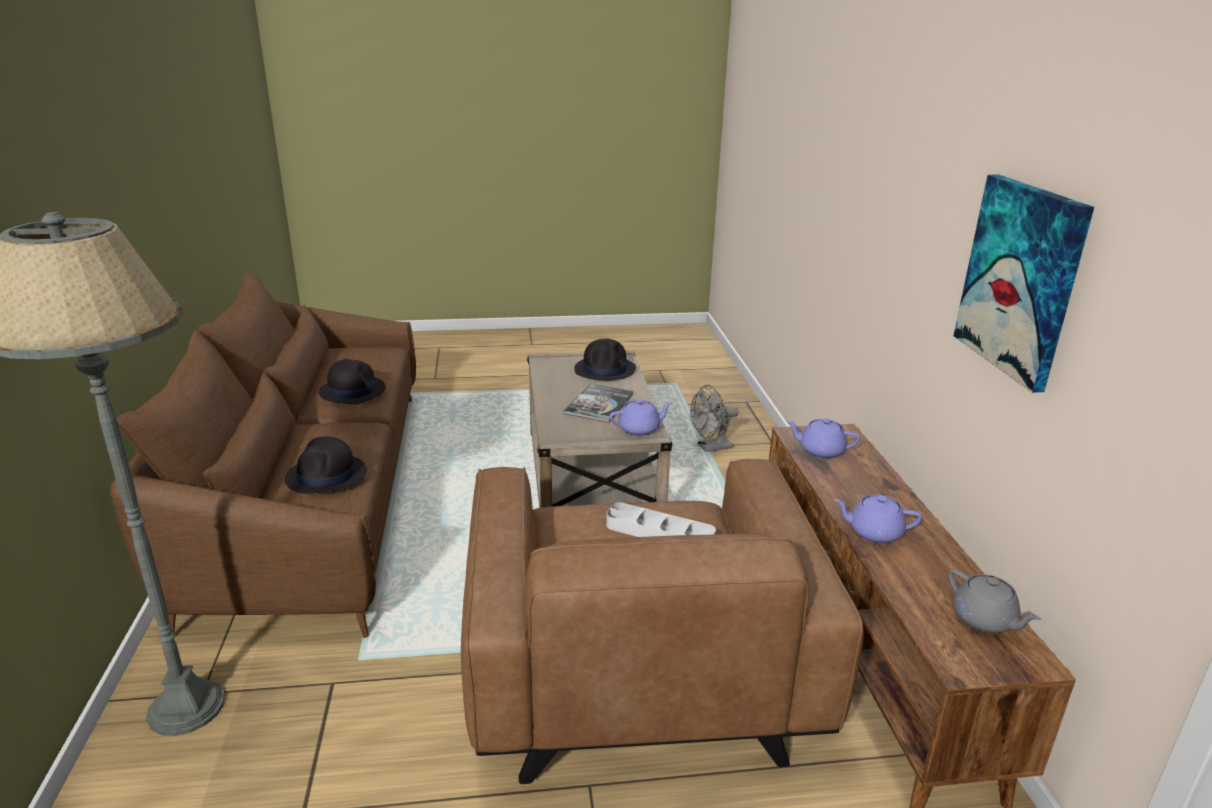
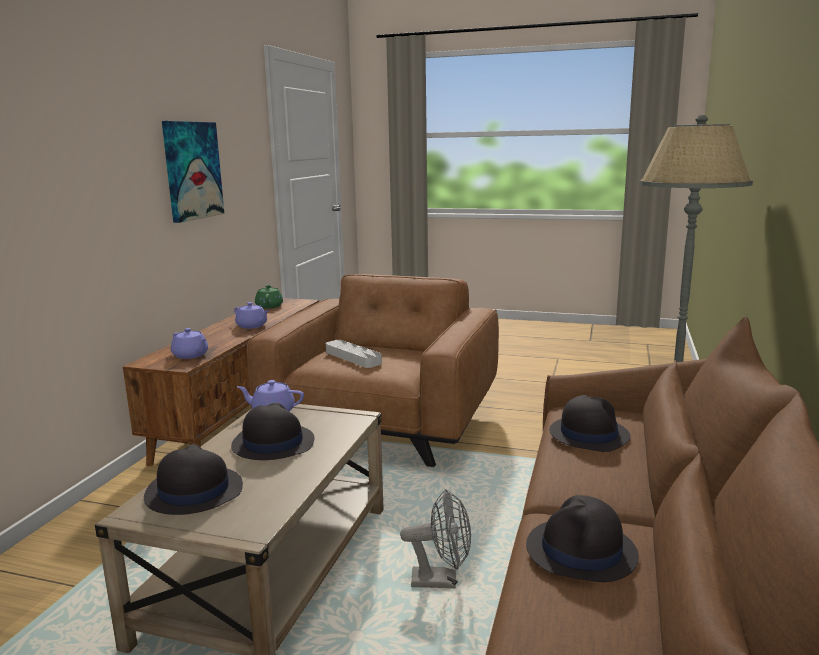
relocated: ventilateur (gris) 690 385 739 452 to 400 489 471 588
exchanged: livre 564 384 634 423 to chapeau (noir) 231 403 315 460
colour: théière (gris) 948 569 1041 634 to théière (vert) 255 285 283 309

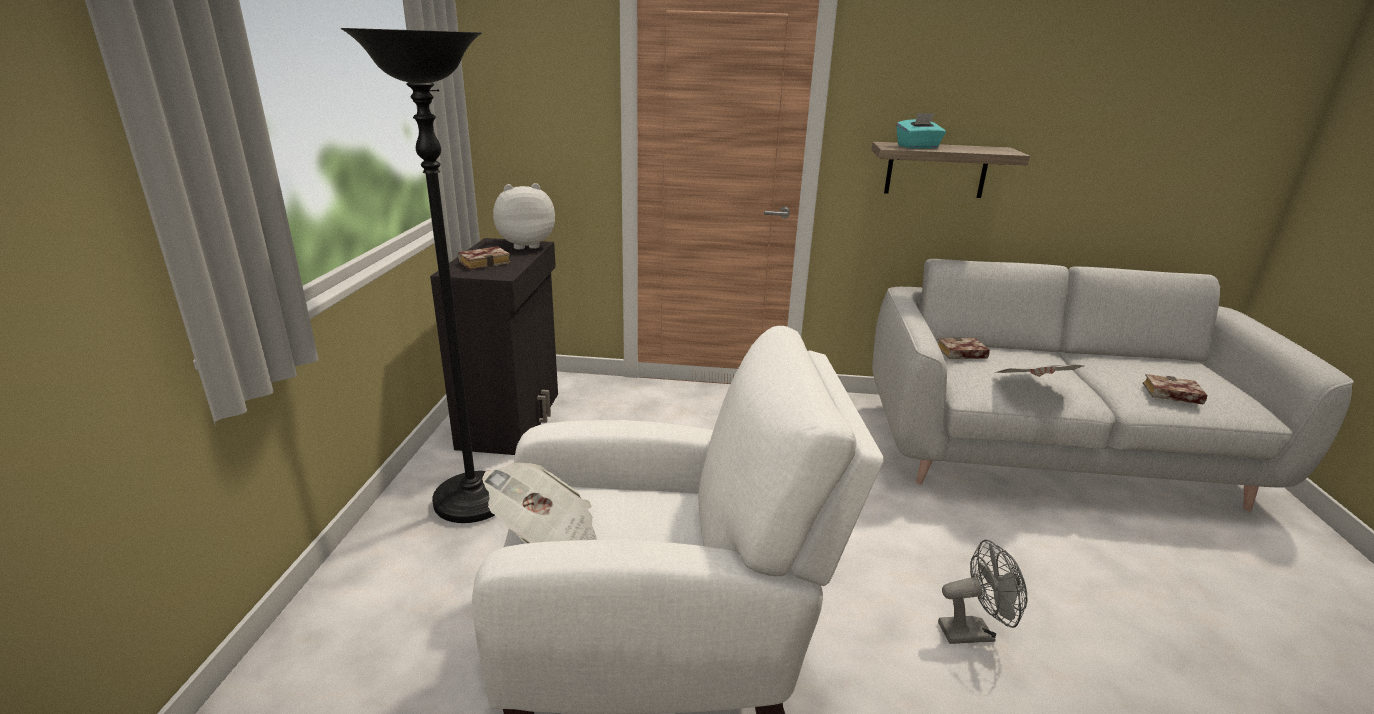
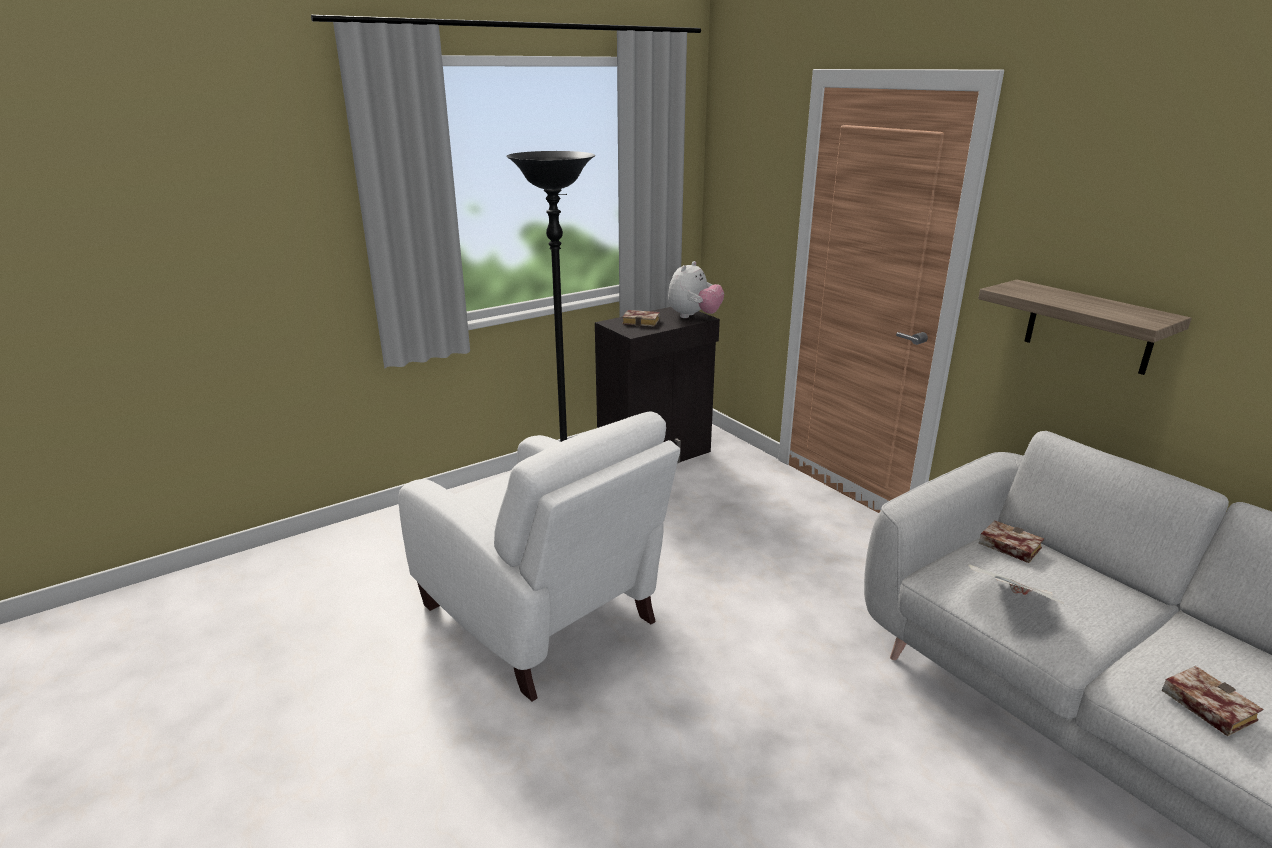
missing: journal 482 463 597 543; boîte à mouchoirs (turquoise) 896 113 946 149; ventilateur (gris) 938 539 1027 644
spun: peluche 493 183 555 249 = 668 261 724 318 90 degrees clockwise

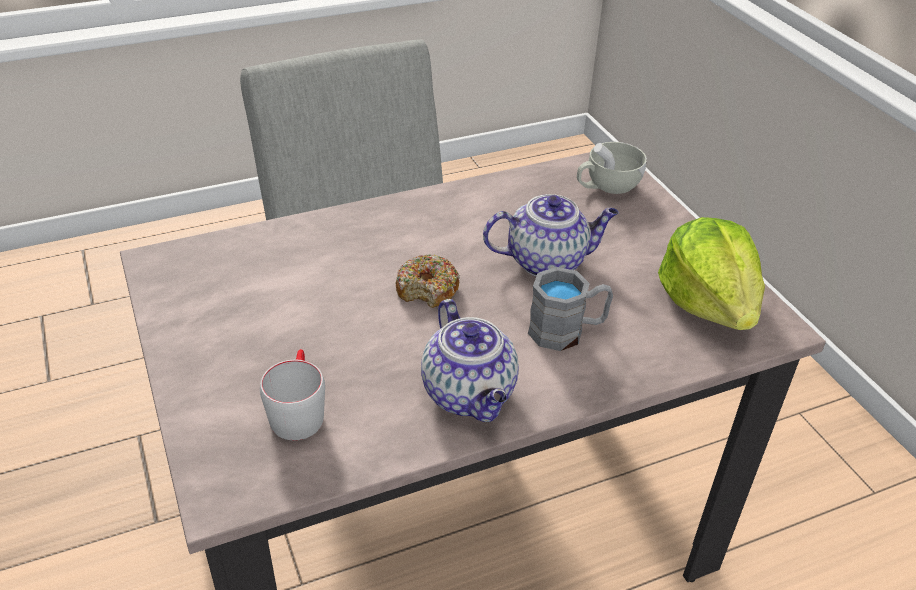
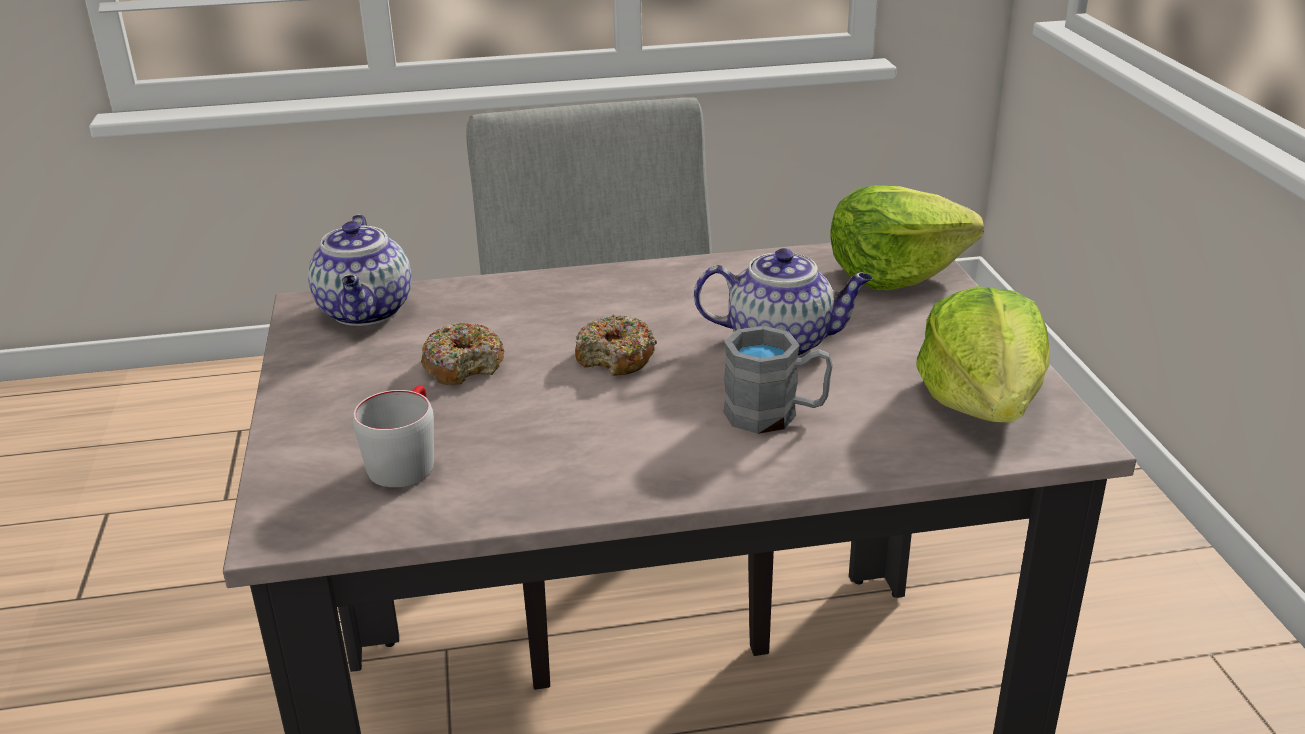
appeared: beignet 421 323 505 385
relocated: théière 421 299 519 422 to 308 214 412 326
exchanged: tasse (blanc) 577 142 647 194 to laitue 830 186 984 290

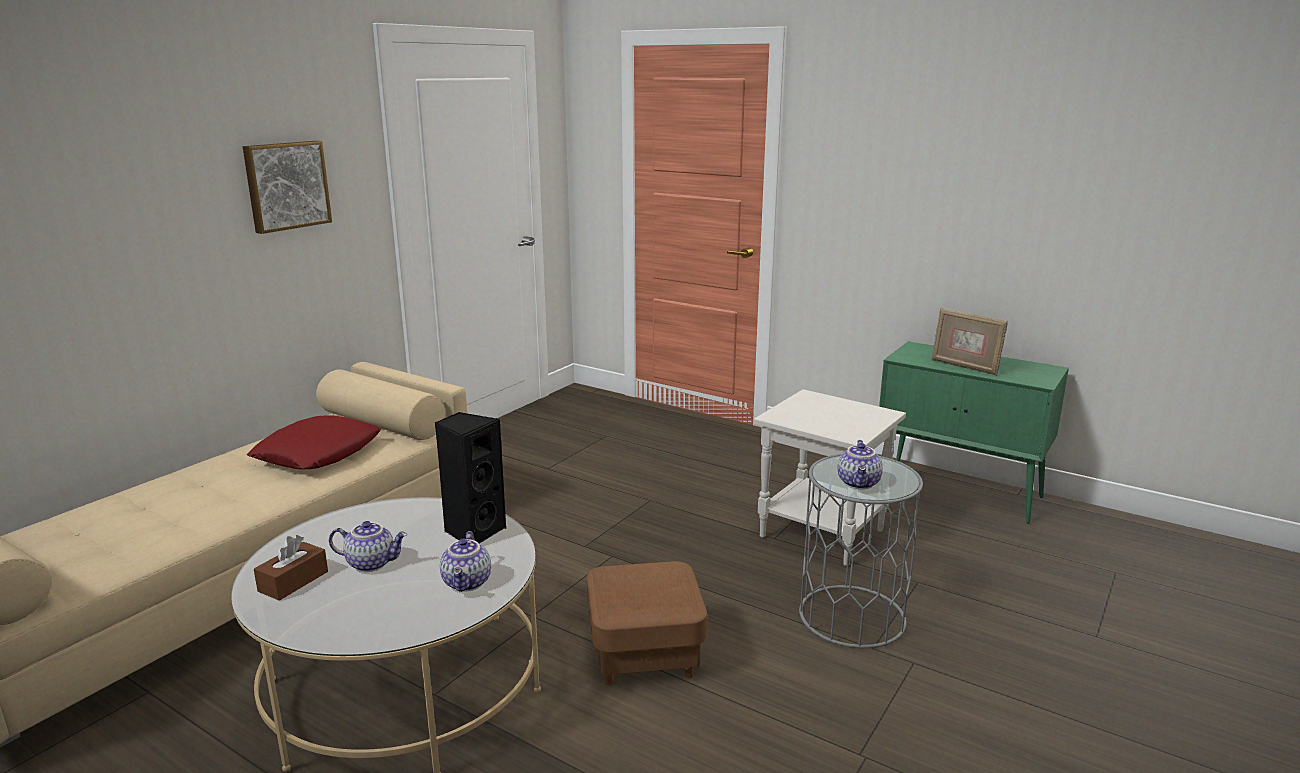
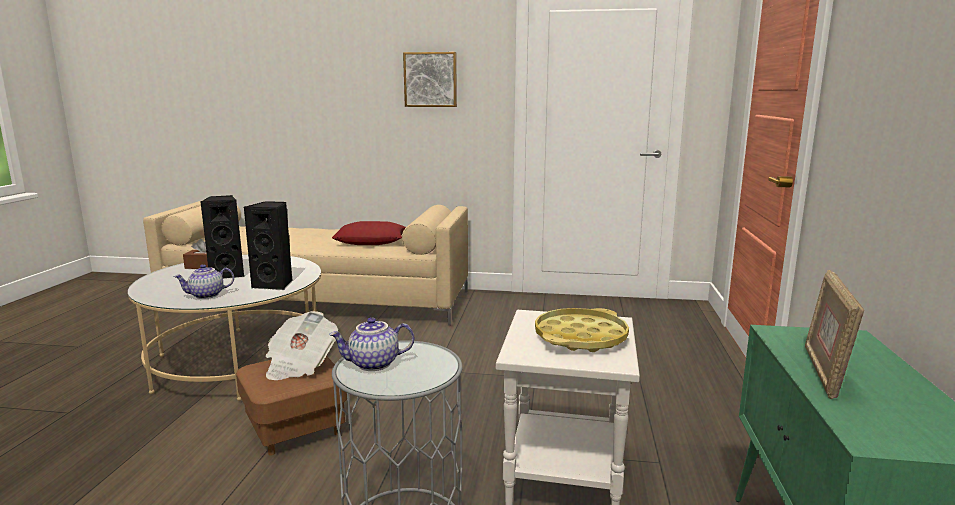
appeared: journal 265 311 338 380; plateau (jaune) 535 308 629 352
exchanged: théière 329 521 407 572 to enceinte (noir) 200 195 244 278

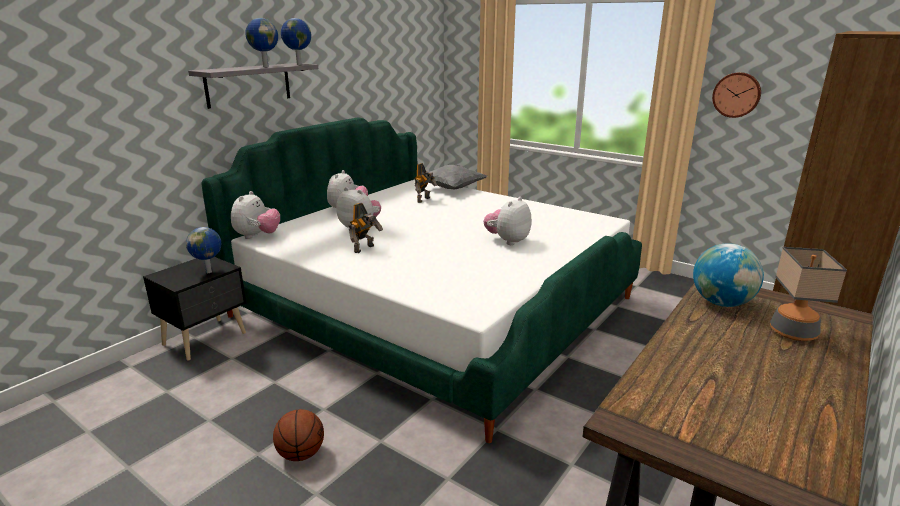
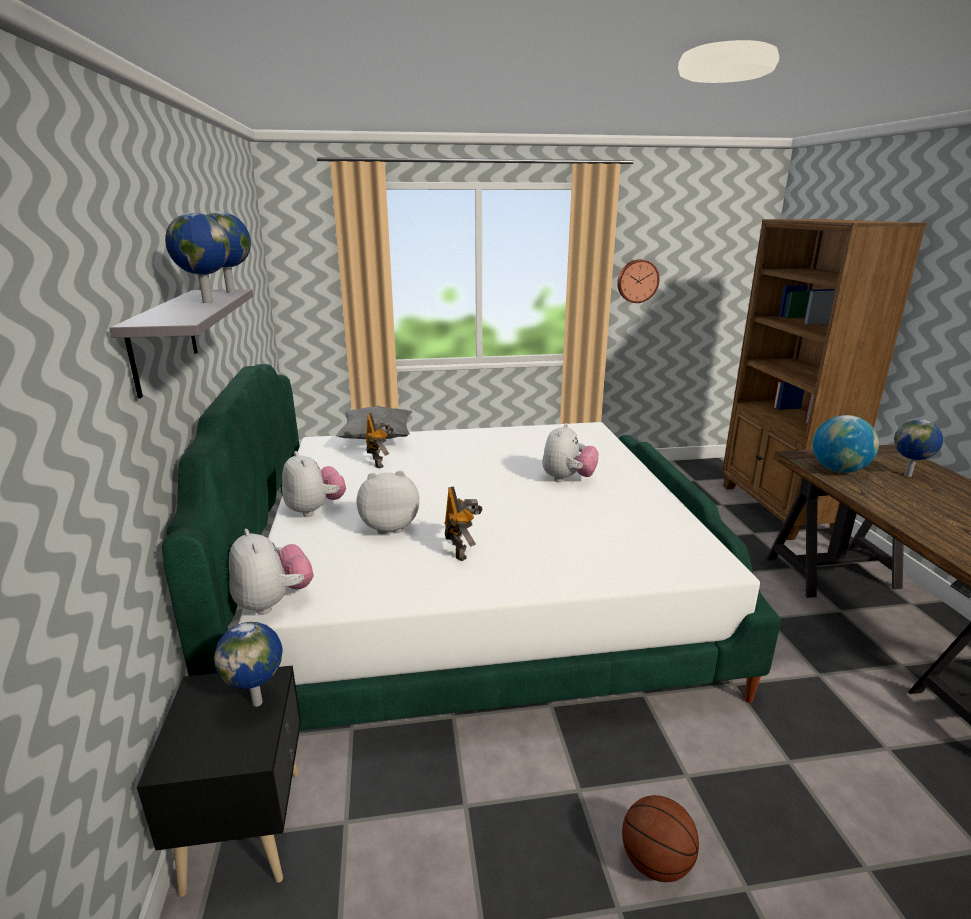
exchanged: lampe de table 770 247 847 341 to globe 894 420 943 477
spun: peluche 484 197 532 245 = 542 423 599 482 150 degrees counterclockwise

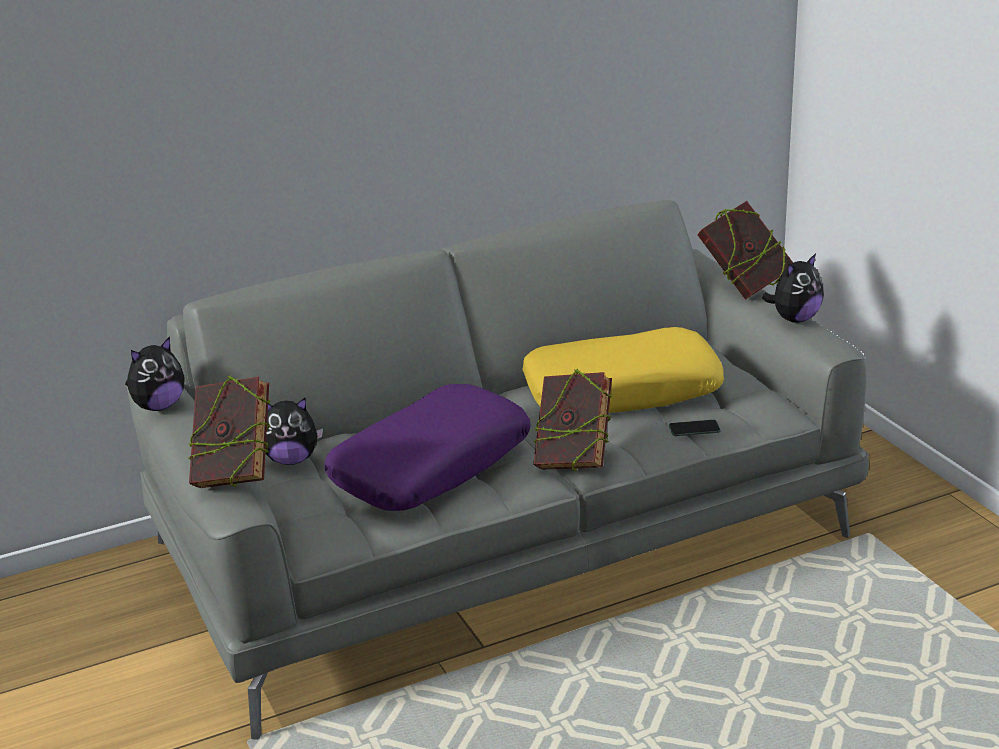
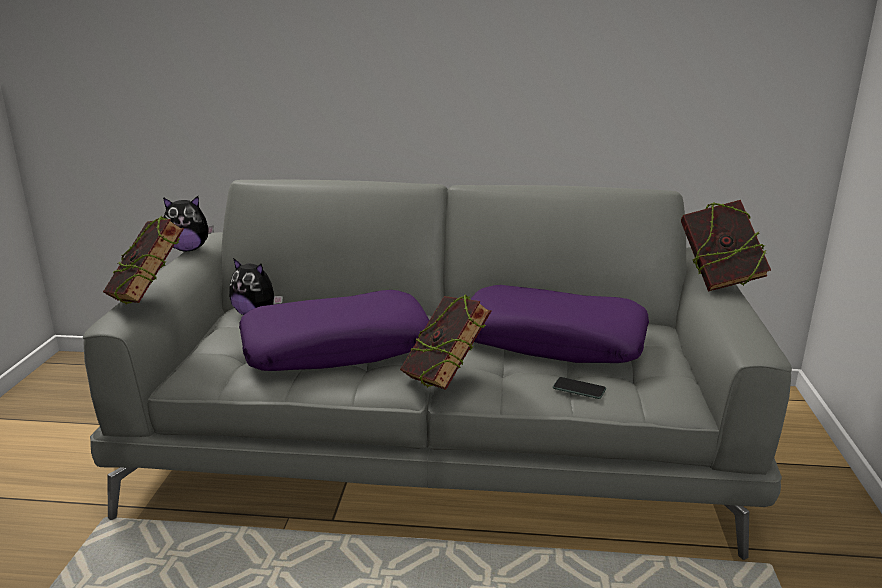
missing: peluche 762 253 824 323
colour: coussin (jaune) 522 327 724 413 to coussin (violet) 471 285 649 363

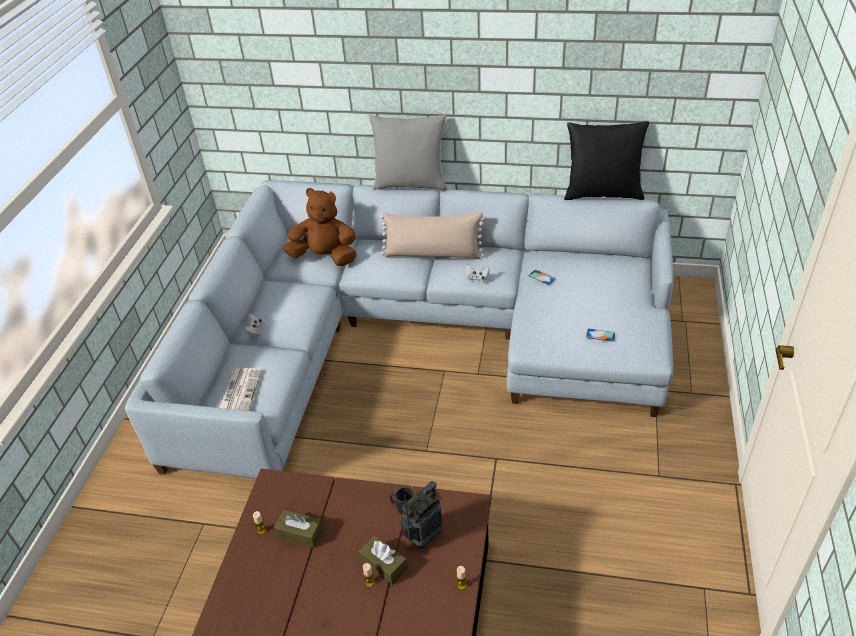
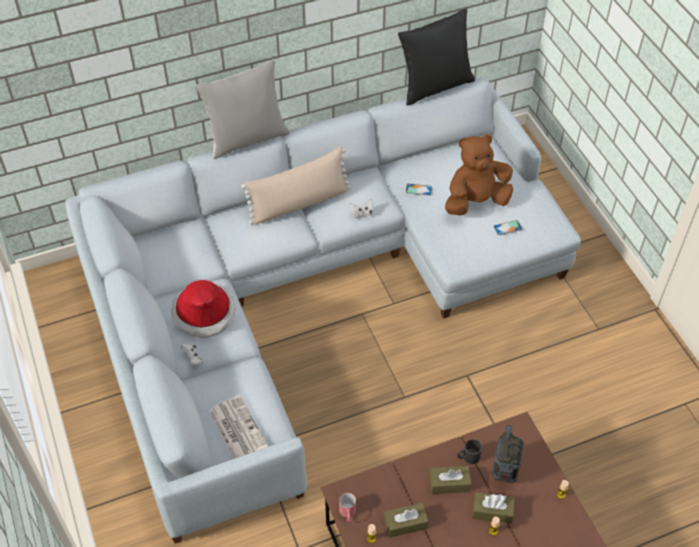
appeared: chapeau 172 280 235 338; mug (rouge) 339 493 356 522; boîte à mouchoirs (marron) 429 466 472 494
relocated: peluche (marron) 283 188 356 266 to 445 134 513 215

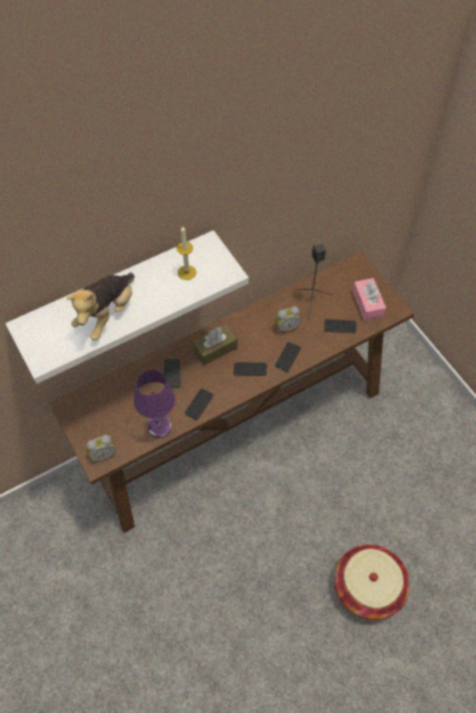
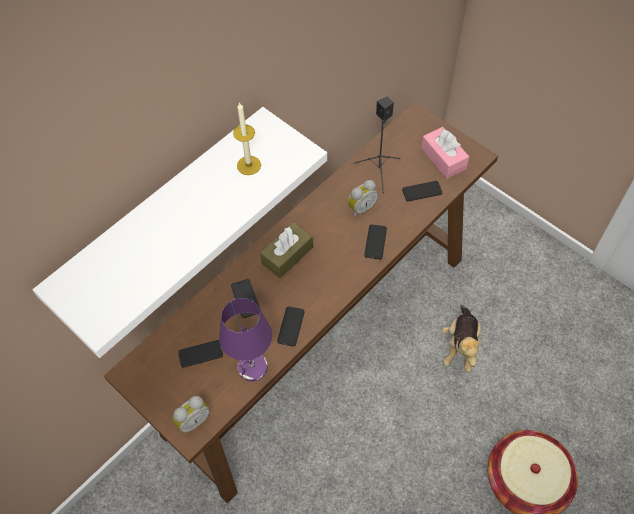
relocated: peluche 66 272 134 341 to 442 305 483 373; téléphone 234 362 267 376 to 178 340 223 367

